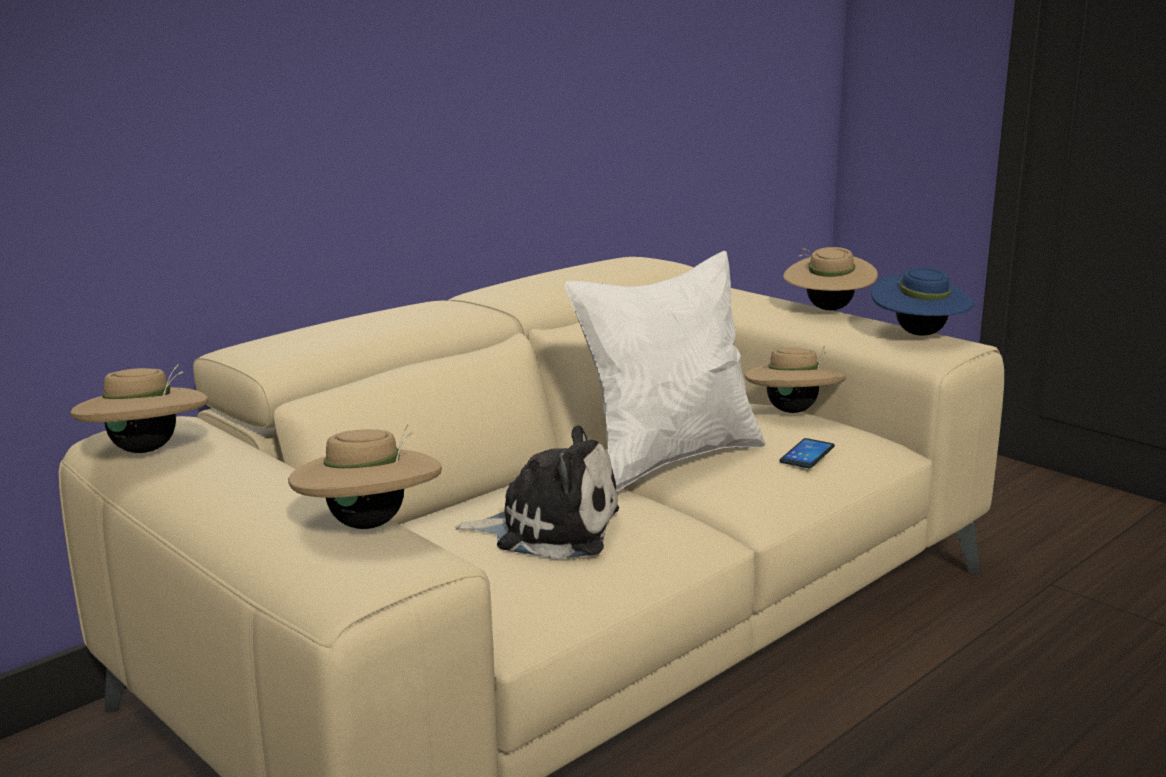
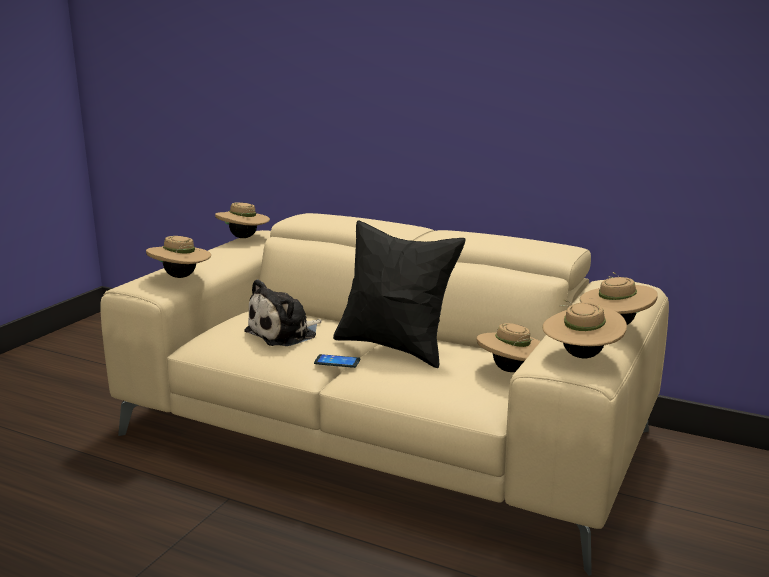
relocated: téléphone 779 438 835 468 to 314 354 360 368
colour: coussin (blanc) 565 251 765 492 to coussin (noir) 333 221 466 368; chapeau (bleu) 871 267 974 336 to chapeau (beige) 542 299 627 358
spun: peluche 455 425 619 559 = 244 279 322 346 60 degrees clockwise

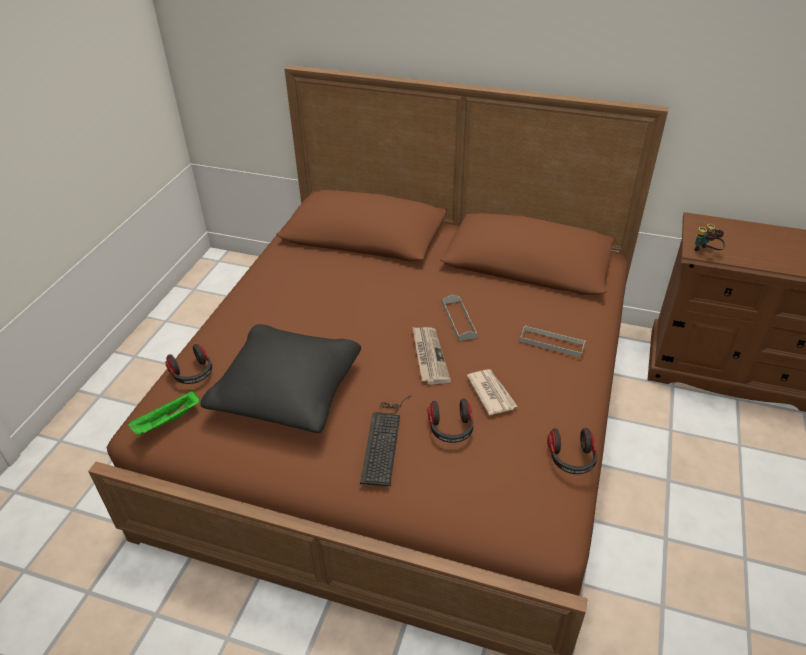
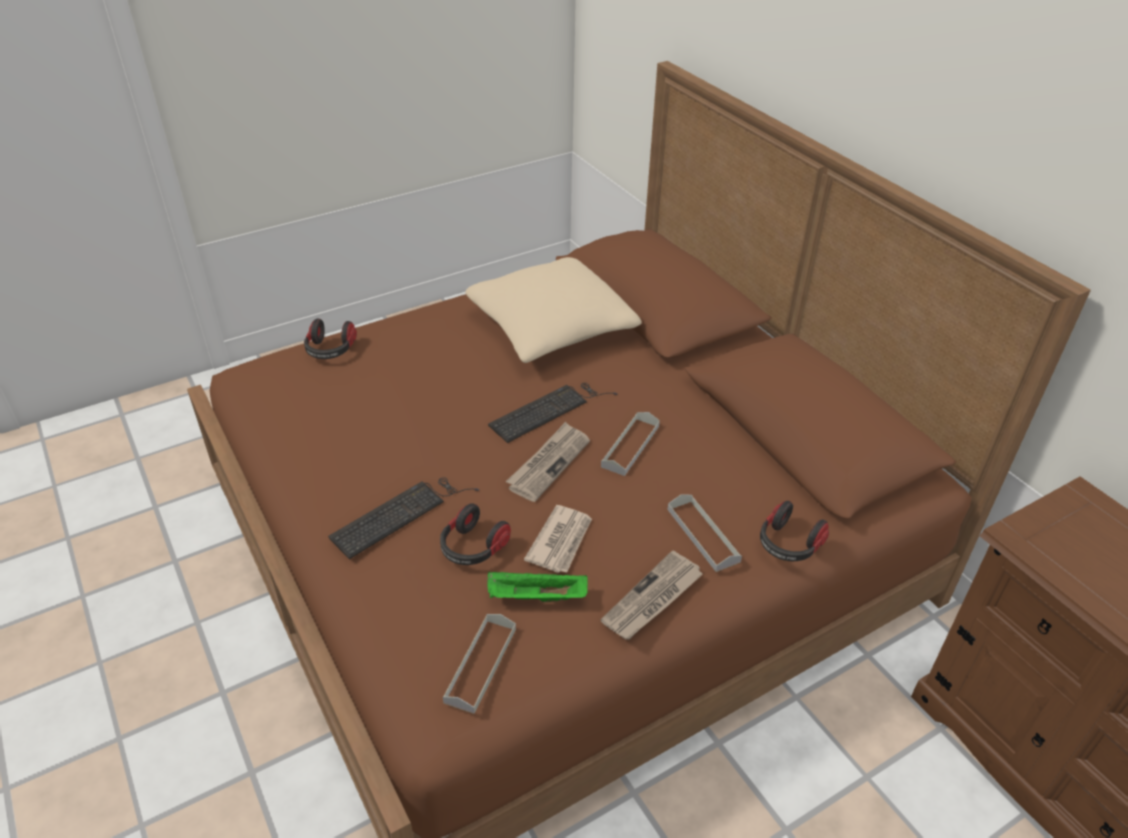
missing: coussin (noir) 201 324 361 433; jumelles 695 224 725 251
appeared: plateau (gris) 443 614 516 714; coussin (beige) 465 257 642 363; clavier 488 383 618 443; journal 601 550 703 640
relocated: plateau (vert) 128 390 200 435 to 487 571 588 602; casque audio 547 428 598 474 to 760 501 829 561

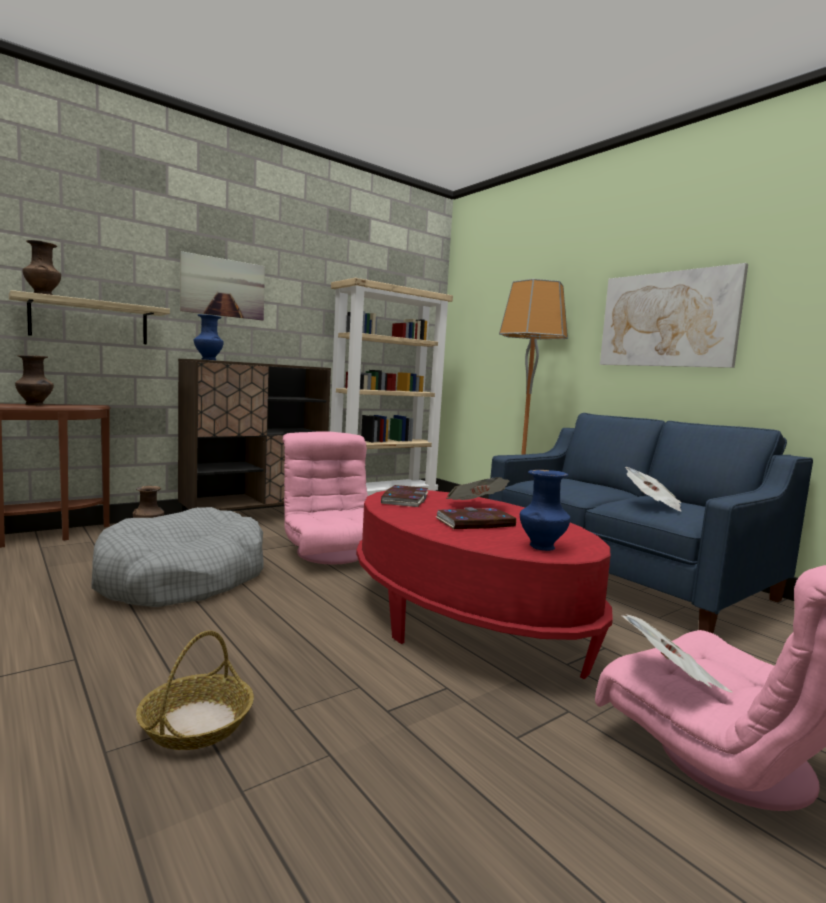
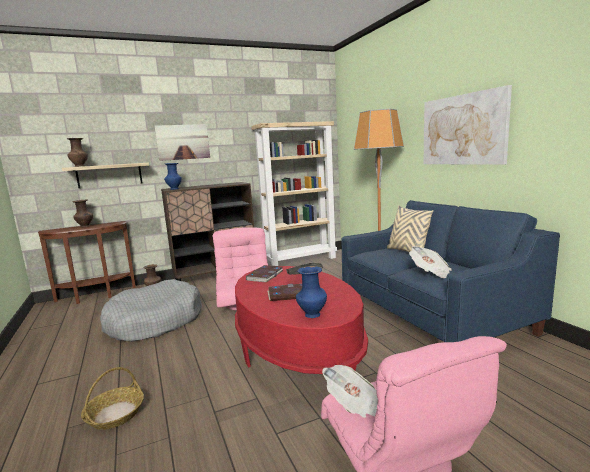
appeared: coussin (beige) 387 206 434 252

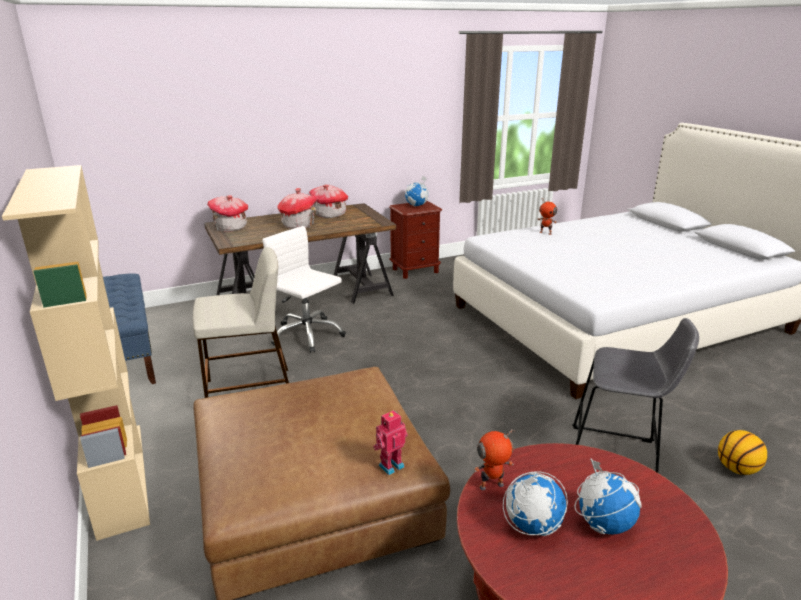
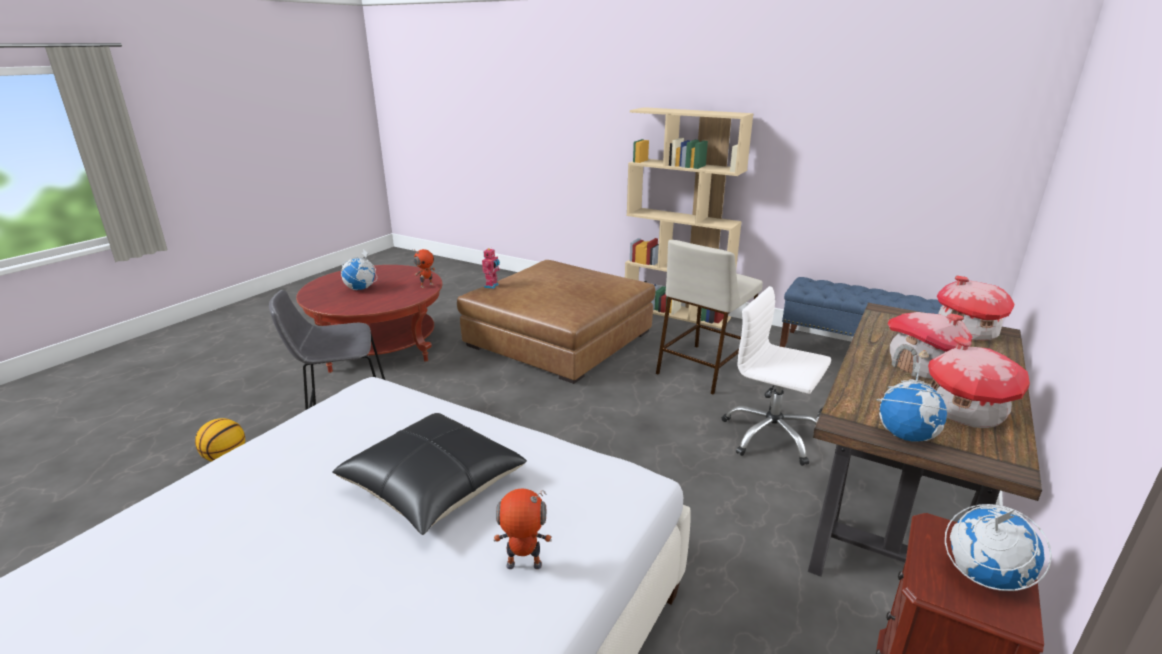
appeared: coussin (noir) 332 413 527 535
relocated: globe 503 471 568 536 to 876 362 951 441
spun: chaise de bureau (blanc) 262 226 346 353 = 722 286 831 466 150 degrees counterclockwise

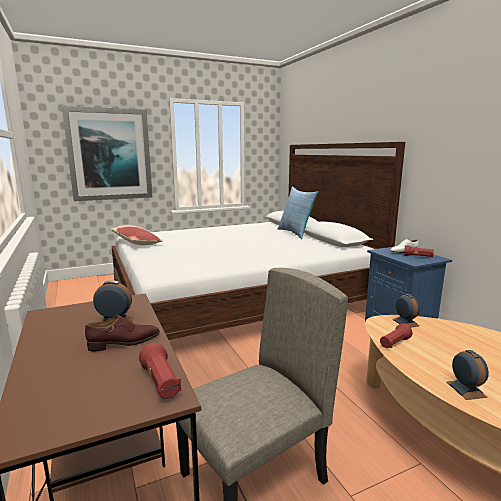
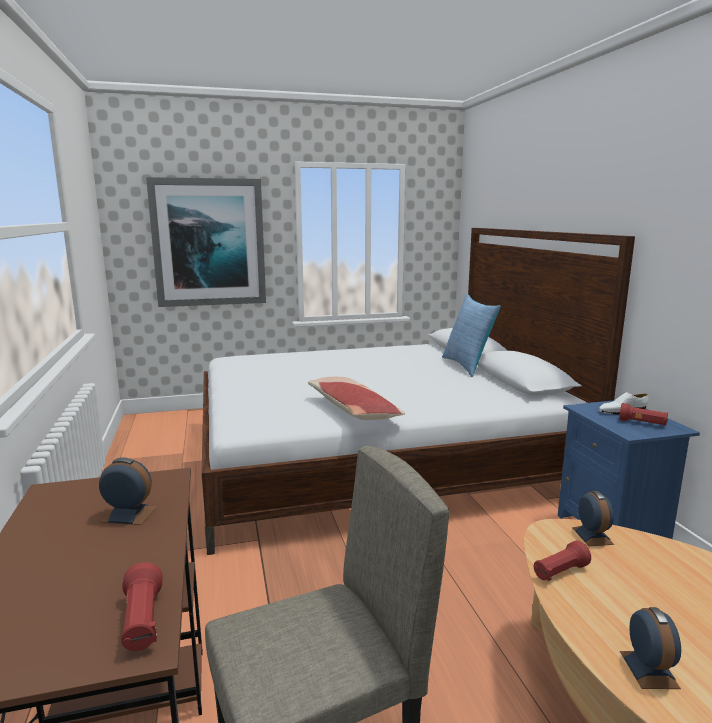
missing: chaussure (marron) 85 315 160 351
relocated: coussin 111 225 163 245 to 308 377 406 420

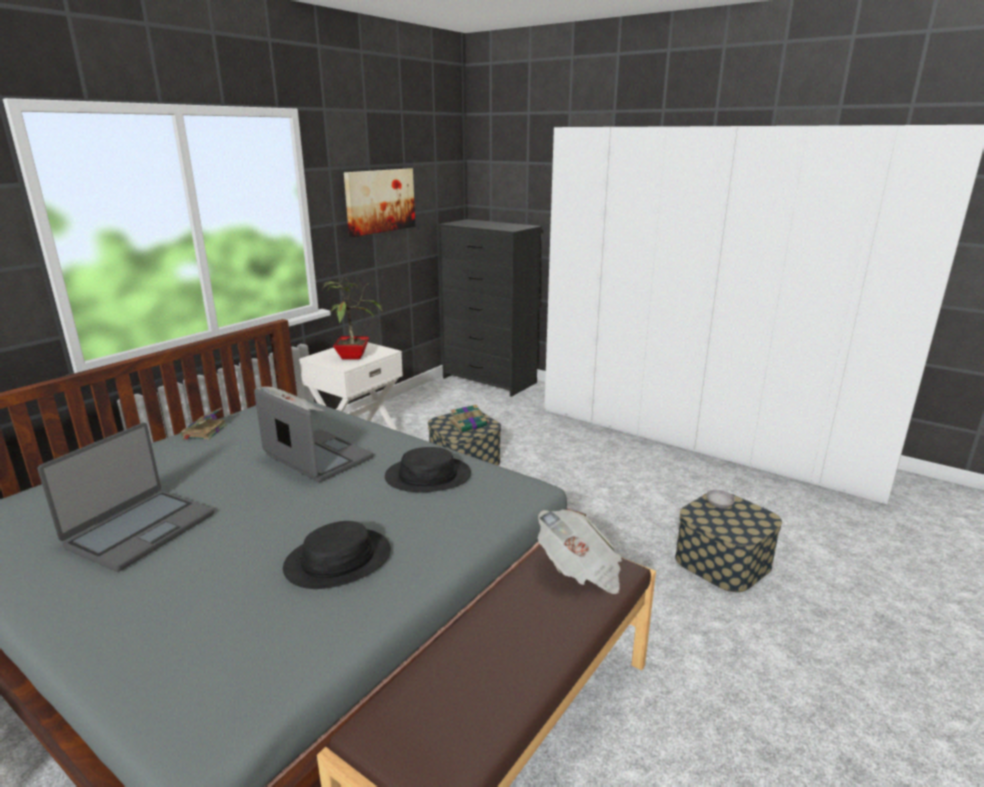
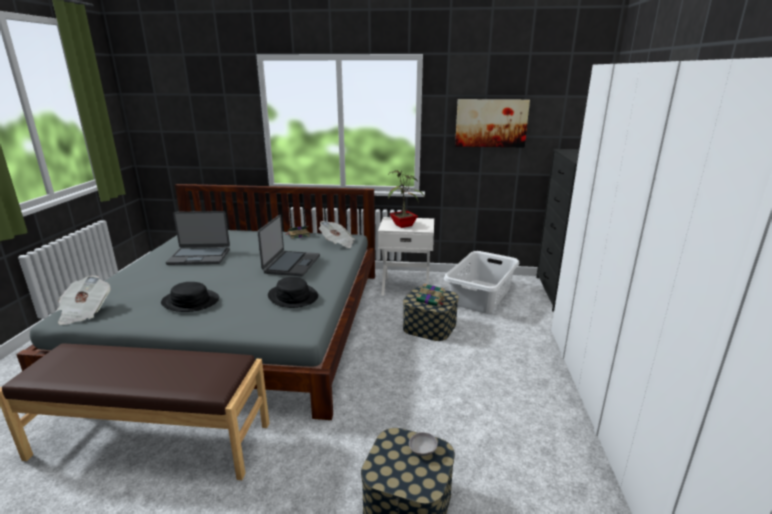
appeared: panier à linge (blanc) 444 251 519 313
relocated: journal 538 509 622 594 to 57 276 110 325

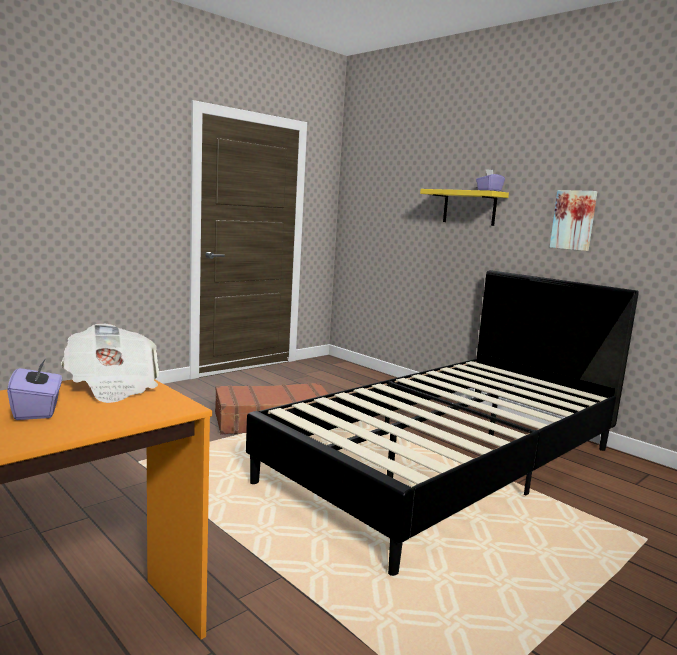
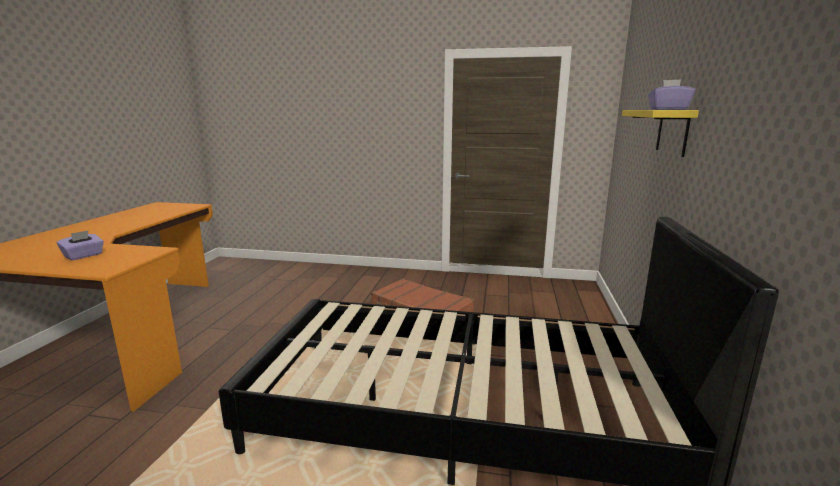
missing: journal 61 324 159 403; tableau 550 190 598 251

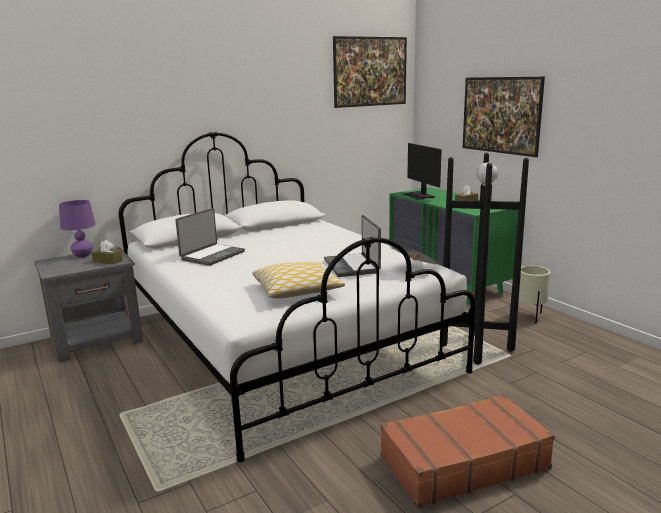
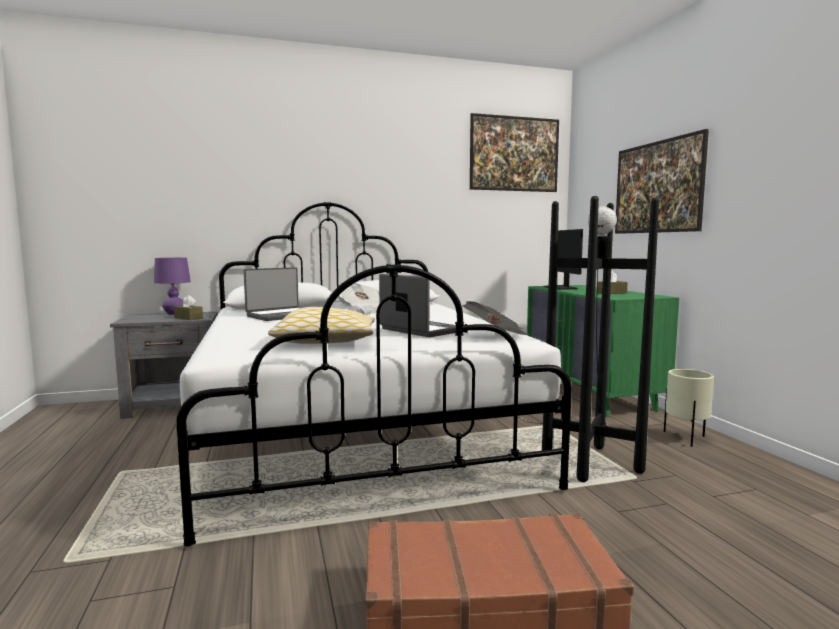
appeared: journal 341 283 379 314
spun: ordinateur portable 324 215 381 277 = 379 274 456 337 135 degrees clockwise

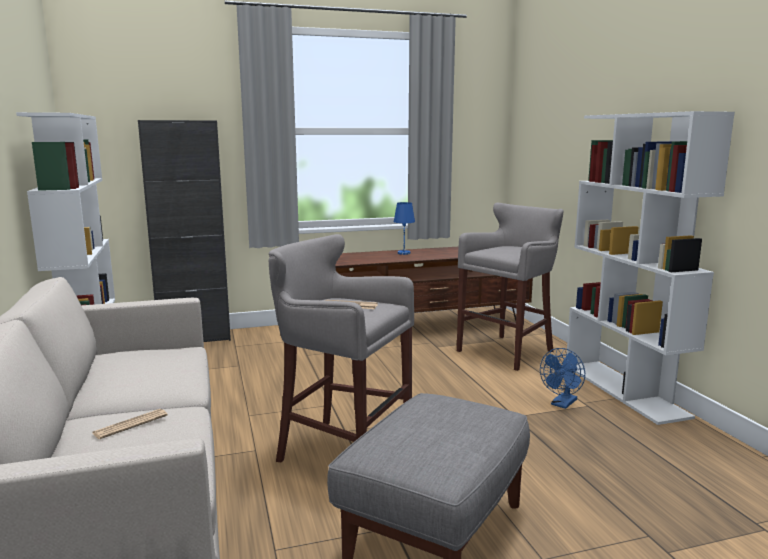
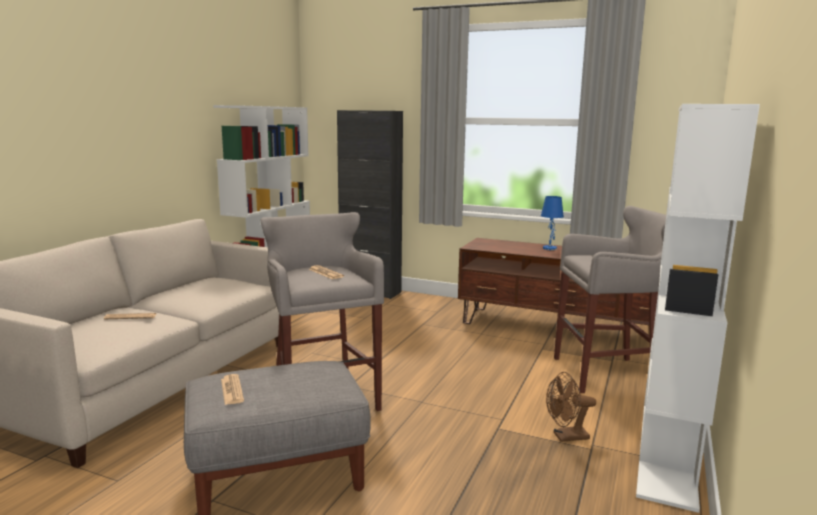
appeared: journal 221 374 244 405
colour: ventilateur (bleu) 540 348 585 409 to ventilateur (marron) 546 372 596 442

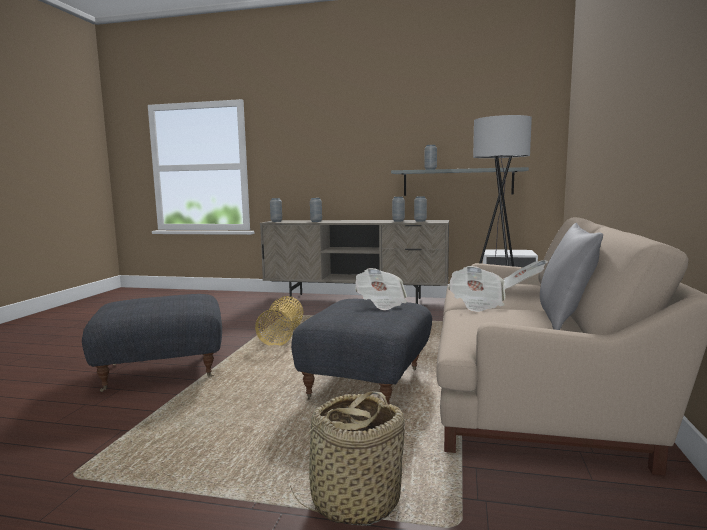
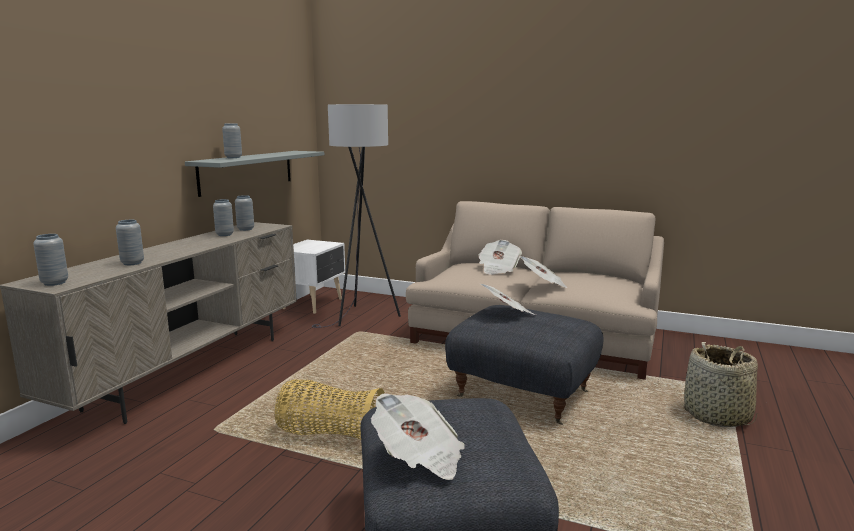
missing: coussin (gris) 540 223 603 330
appeared: journal 371 393 465 480

